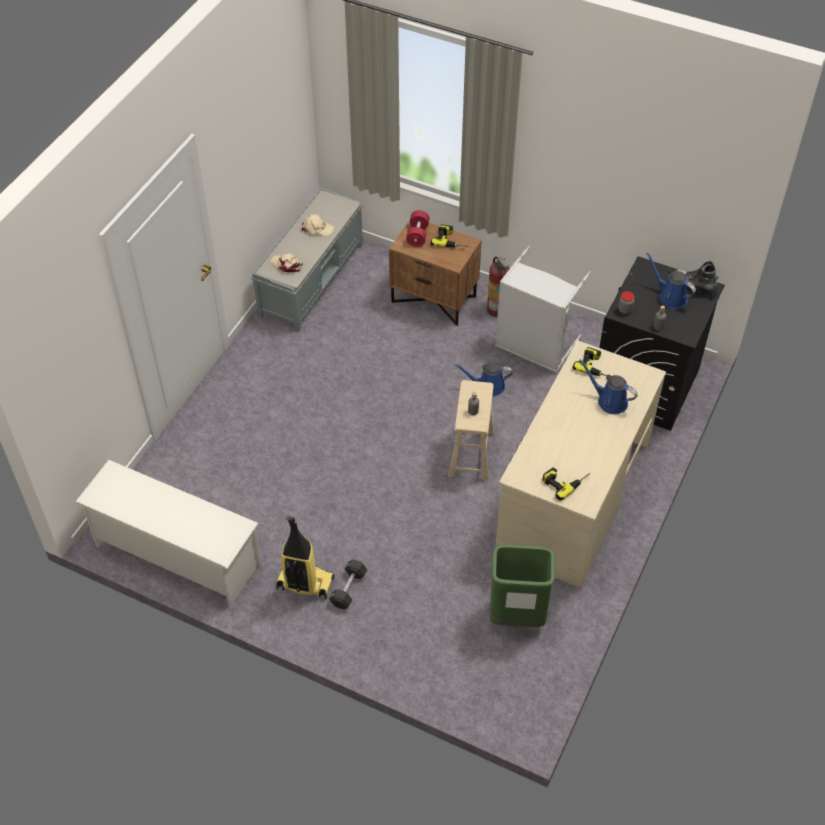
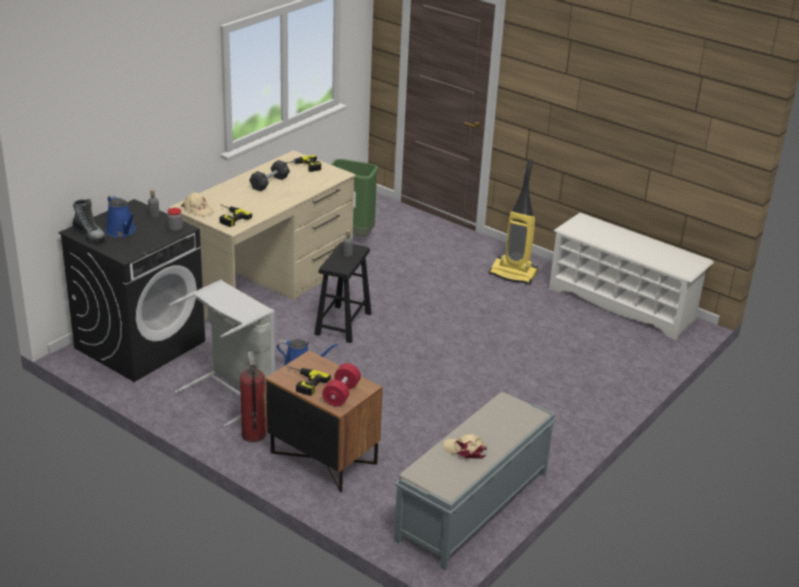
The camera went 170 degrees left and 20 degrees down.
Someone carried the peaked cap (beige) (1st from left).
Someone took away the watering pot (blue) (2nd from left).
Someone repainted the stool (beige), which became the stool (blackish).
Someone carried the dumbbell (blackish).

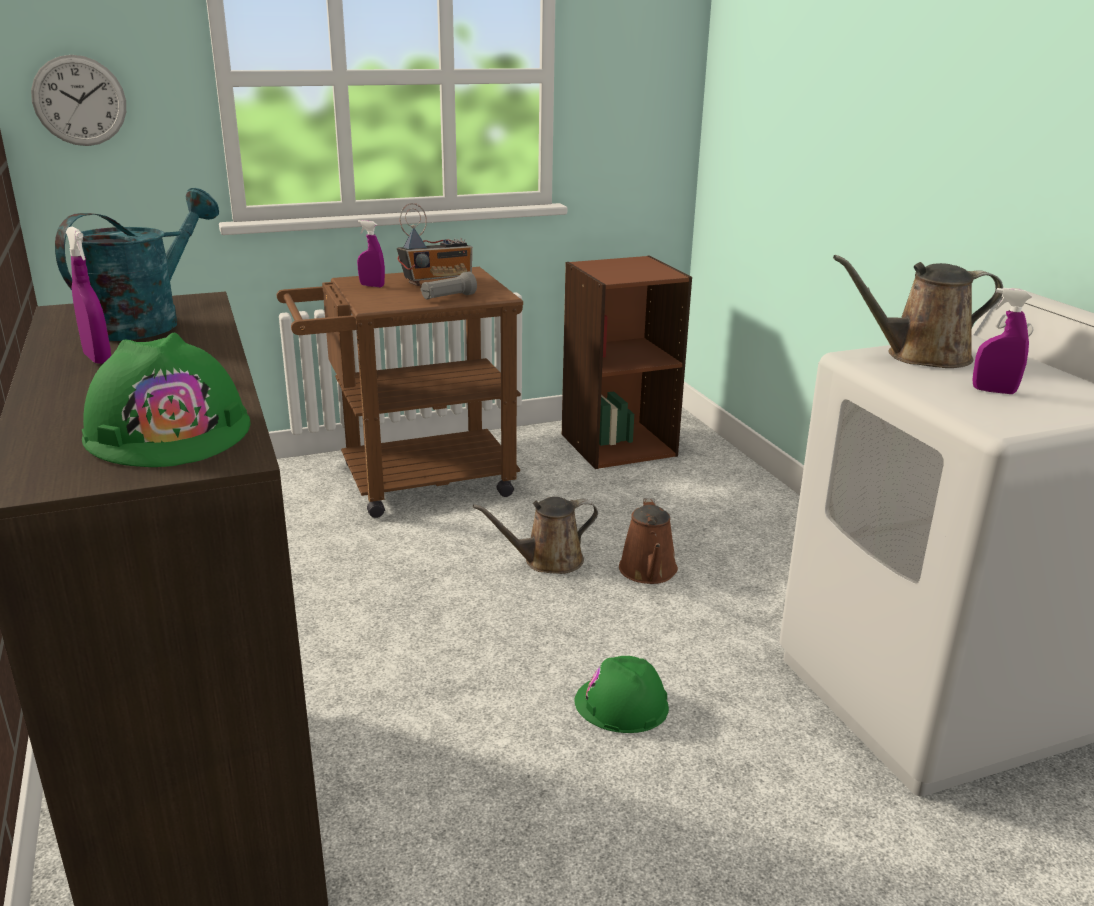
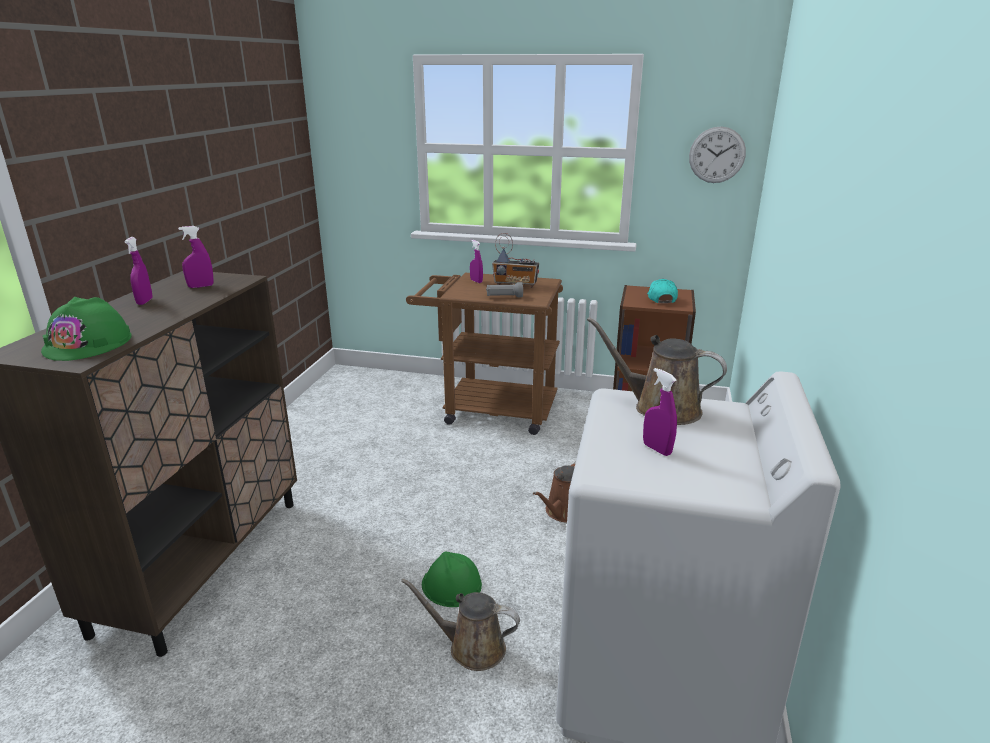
The camera went 35 degrees right and 0 degrees up.
Someone carried the clock on the wall.
Someone swapped the watering pot (turquoise-coloured) for the hand sprayer (purplish) (2nd from left).
Someone carried the watering pot (brown) (1st from left).
Someone put down the peaked cap (turquoise-coloured).

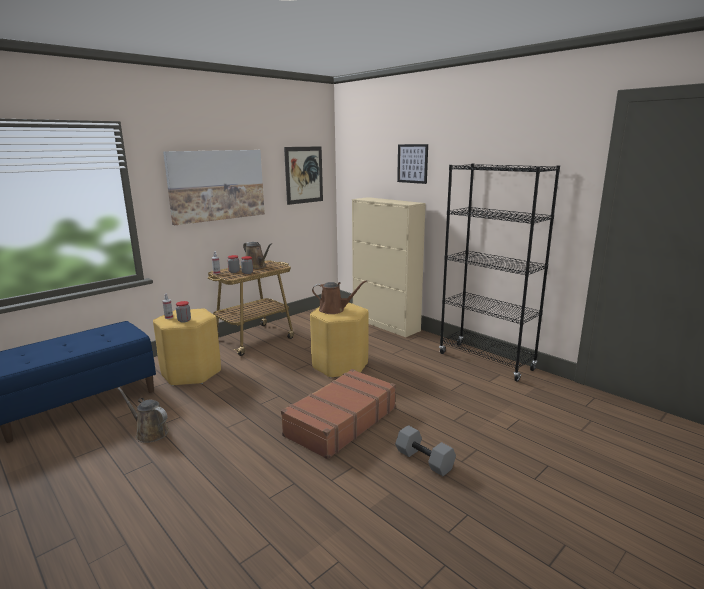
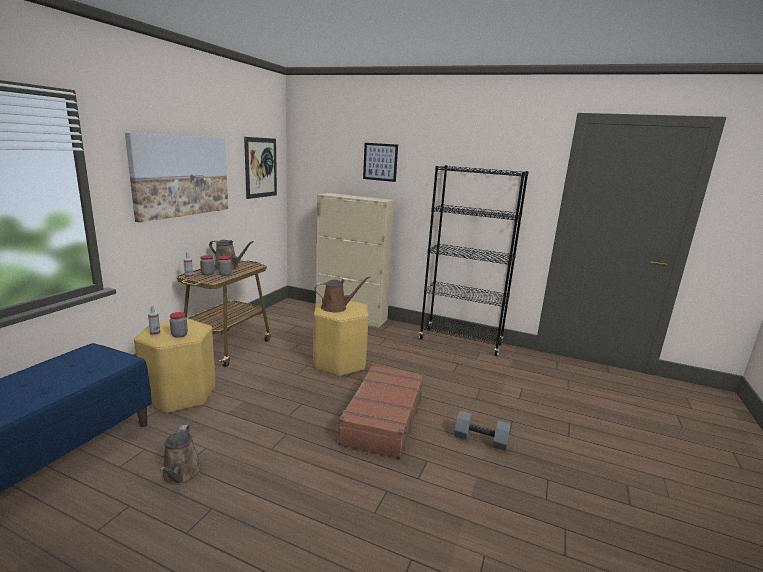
The camera went 25 degrees left and 0 degrees up.
Someone rotated the watering pot (brown) (1st from left) by 105 degrees counterclockwise.

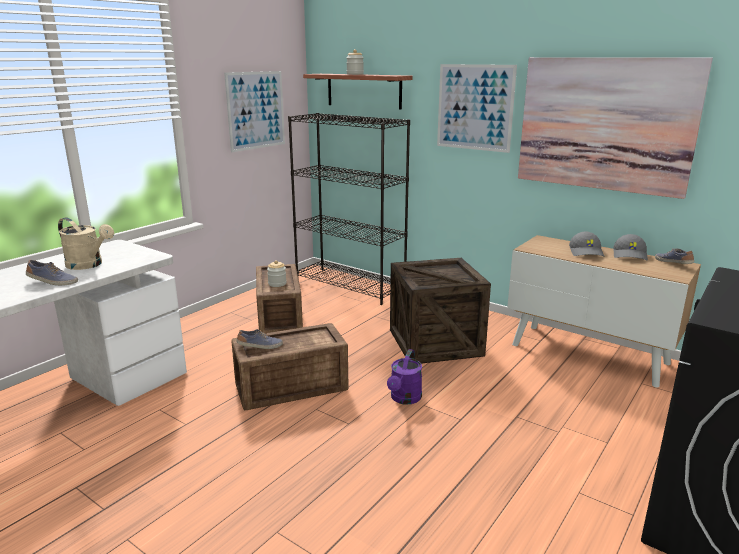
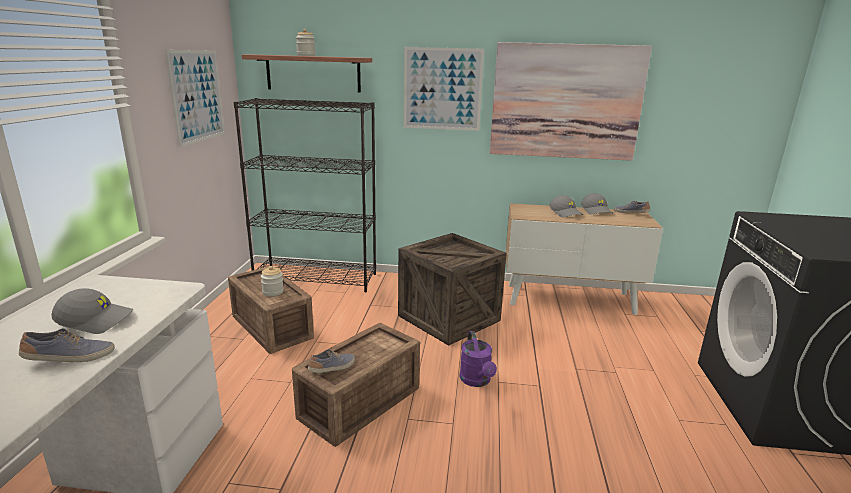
The camera went 30 degrees left and 0 degrees up.
Someone swapped the watering pot (beige) for the peaked cap (grey) (1st from left).

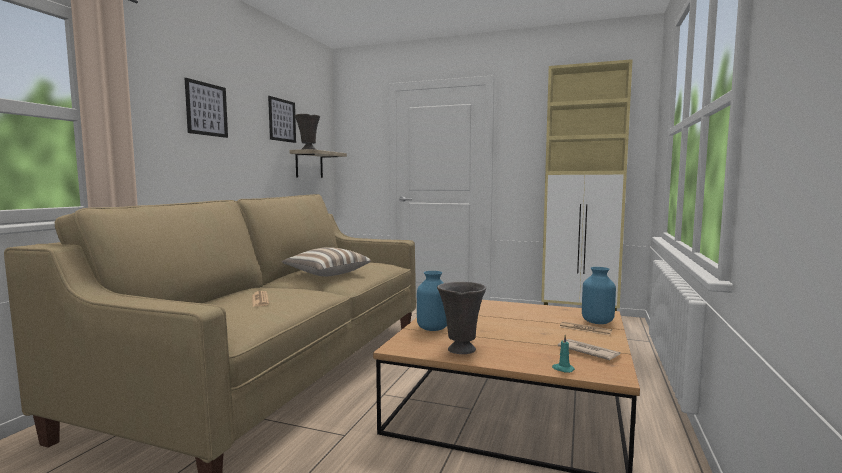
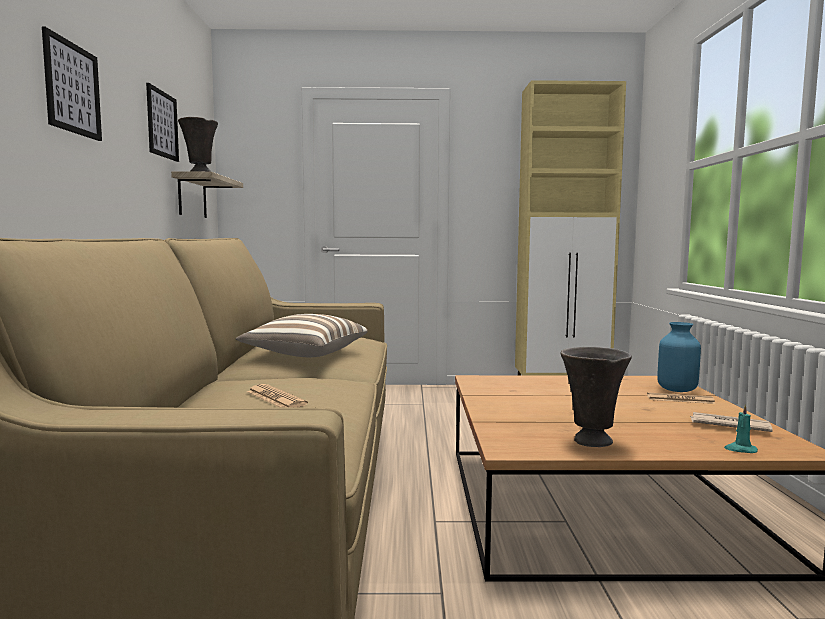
The camera went 20 degrees left and 0 degrees up.
Someone took away the vase (blue) (1st from left).

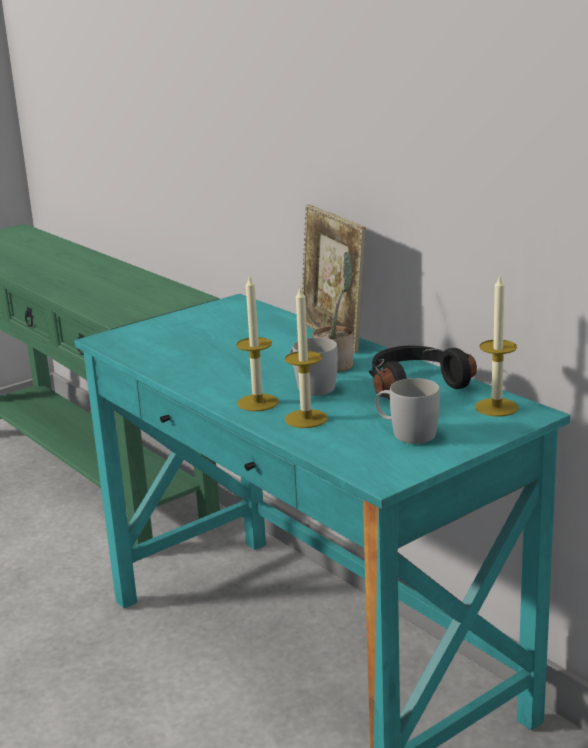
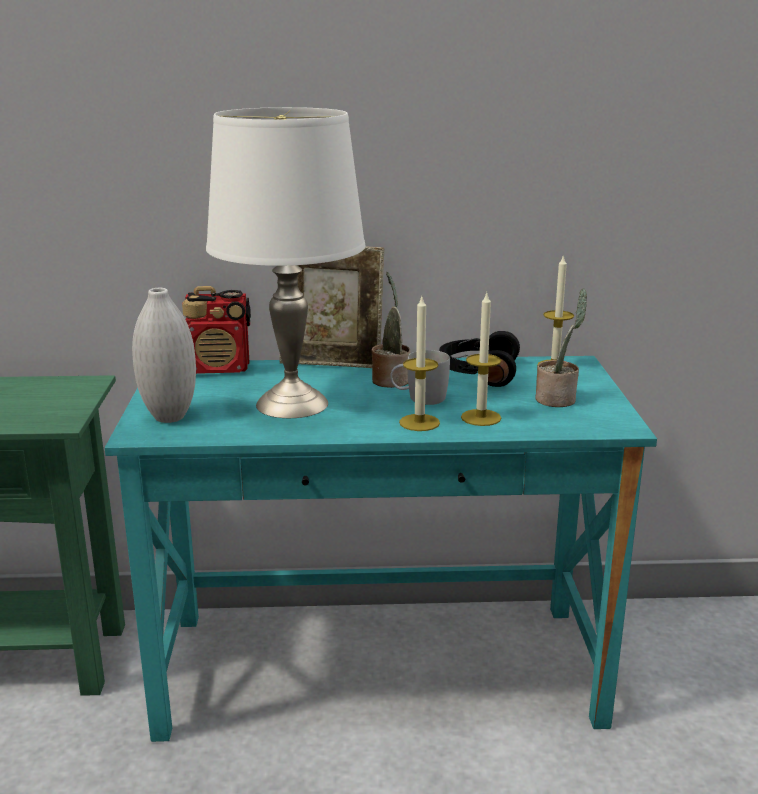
The camera went 55 degrees left and 0 degrees up.
Someone swapped the mug (white-coloured) (2nd from left) for the plant in a pot (2nd from left).
Someone put down the table lamp (white-coloured).
Someone put down the radio.
Someone put down the vase (white-coloured).

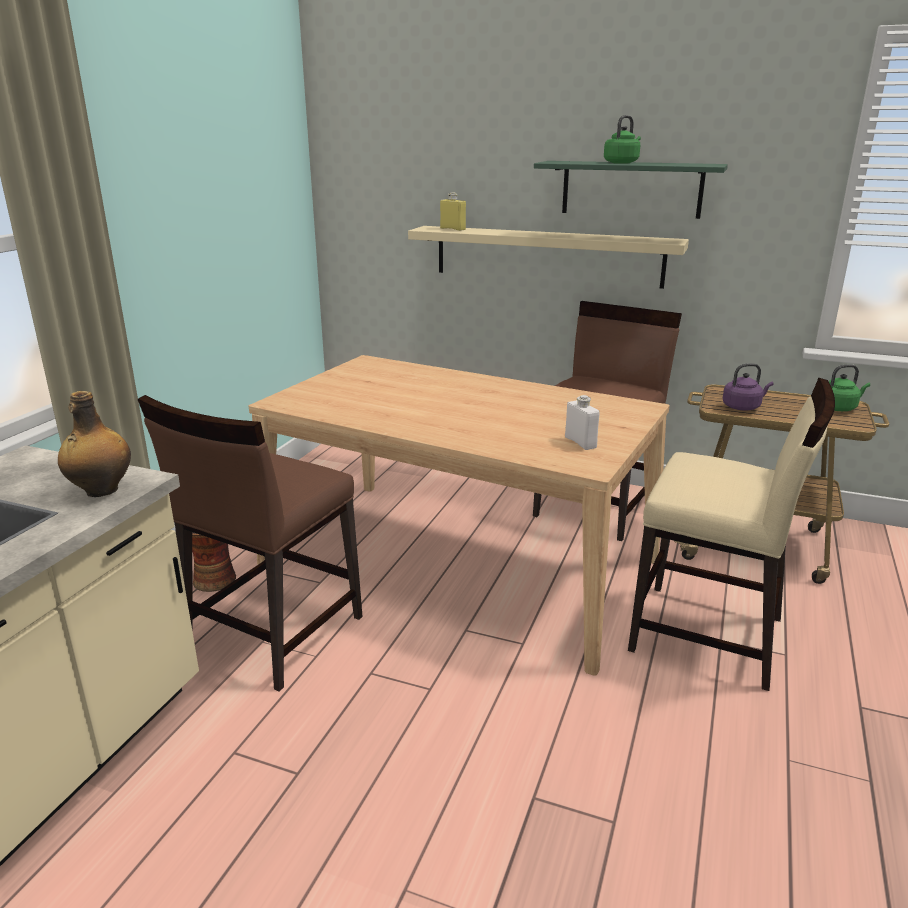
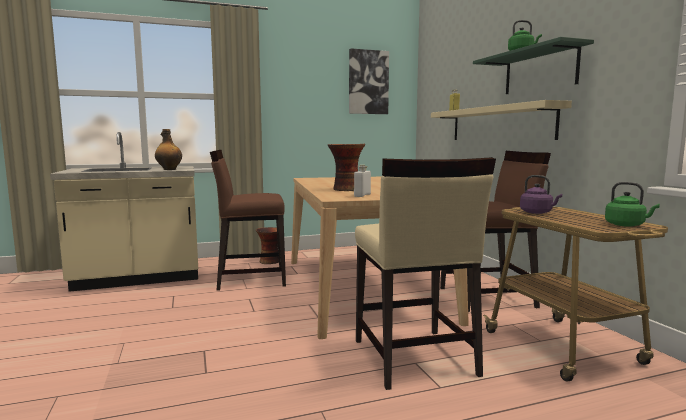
The camera went 50 degrees right and 15 degrees down.
Someone put up the wall art.
Someone put down the vase (2nd from left).

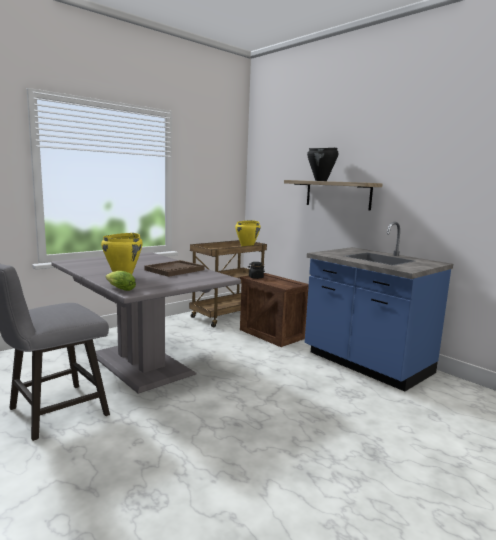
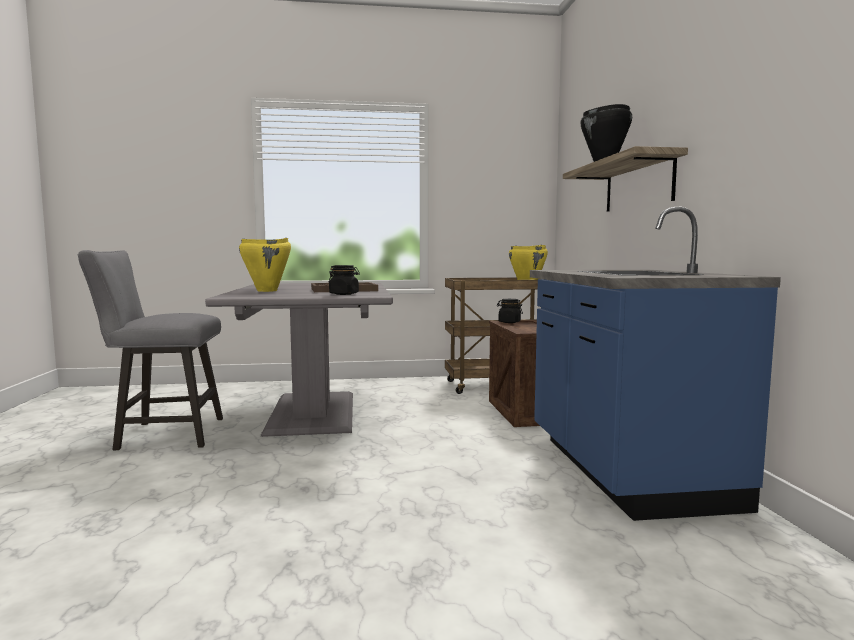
The camera went 35 degrees right and 5 degrees down.
Someone took away the lettuce head.
Someone put down the storage jar (blackish) (1st from left).

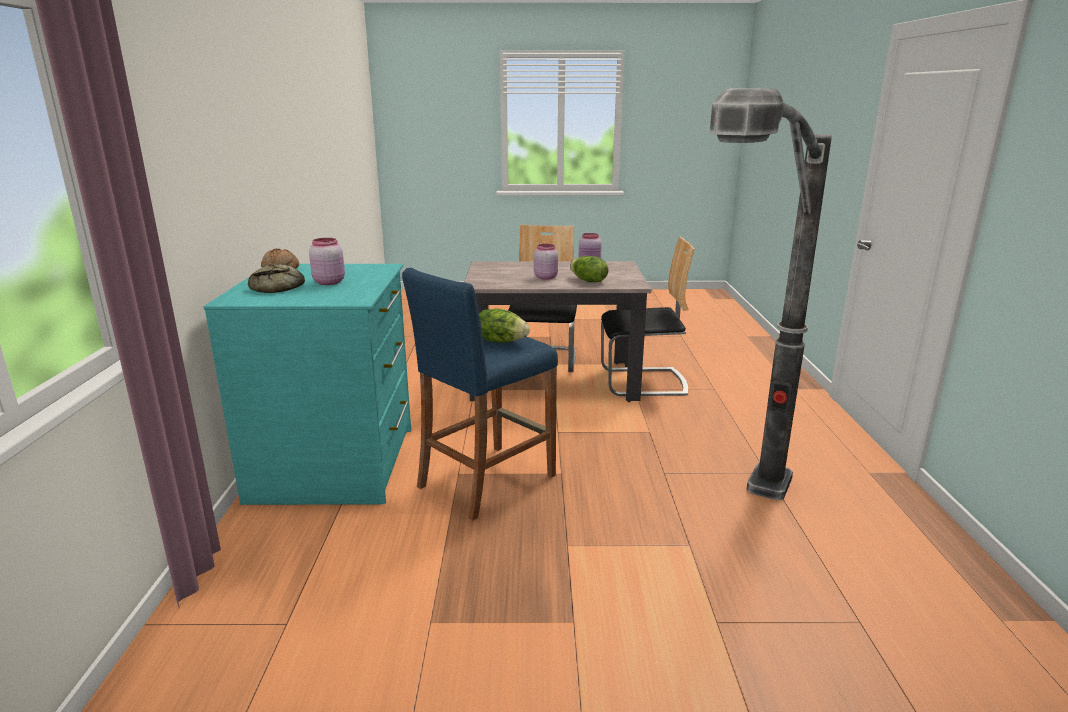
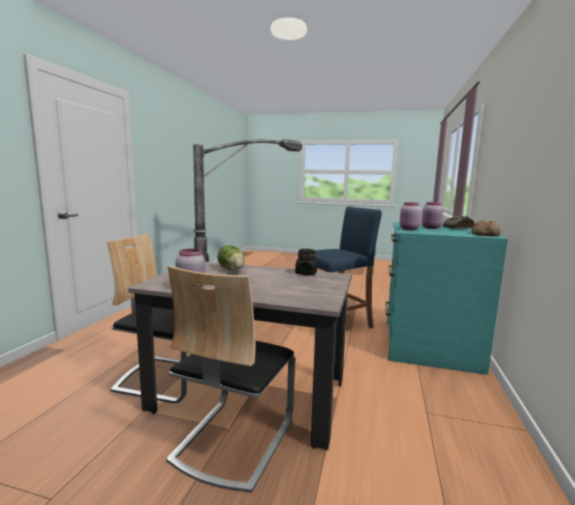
The camera went 165 degrees left and 10 degrees down.
Someone carried the storage jar (pink) (2nd from left).
Someone took away the lettuce head (1st from left).
Someone put down the storage jar (blackish).

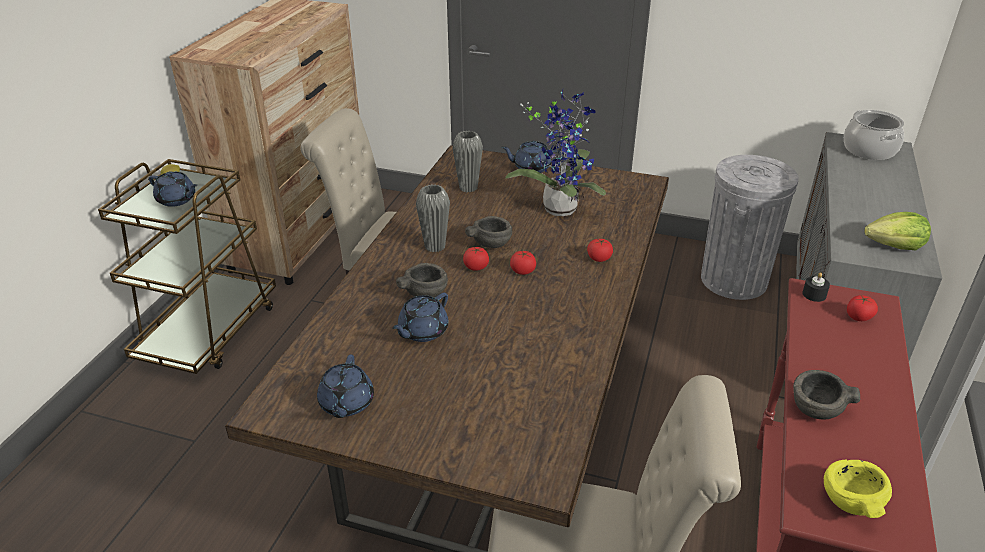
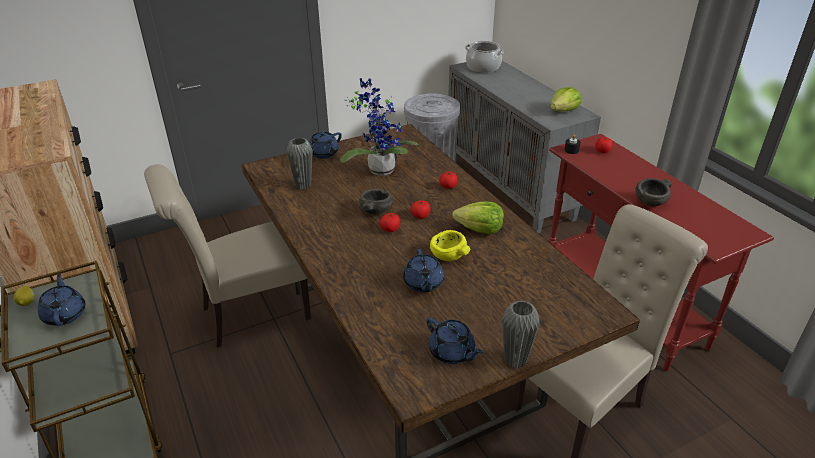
The camera went 45 degrees left and 0 degrees up.
Someone rotated the teapot (blue) (1st from left) by 90 degrees counterclockwise.
Someone carried the vase (grey) (1st from left in the first image).
Someone took away the deep dish (grey) (1st from left).
Someone carried the deep dish (yellow).
Someone put down the lettuce head (1st from left).

